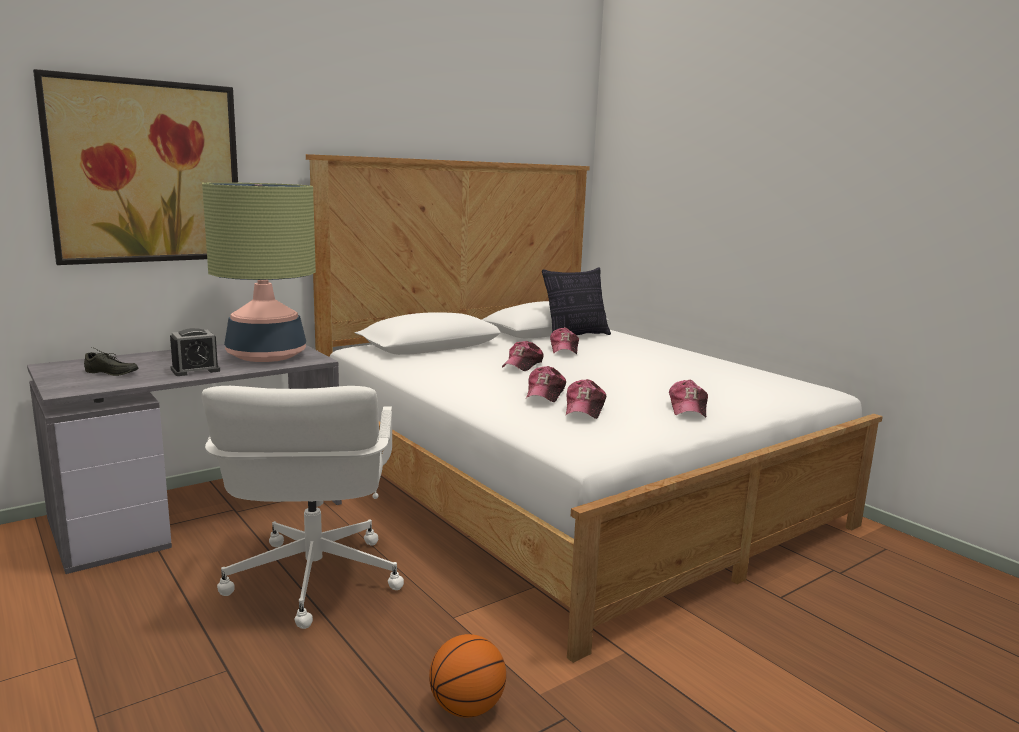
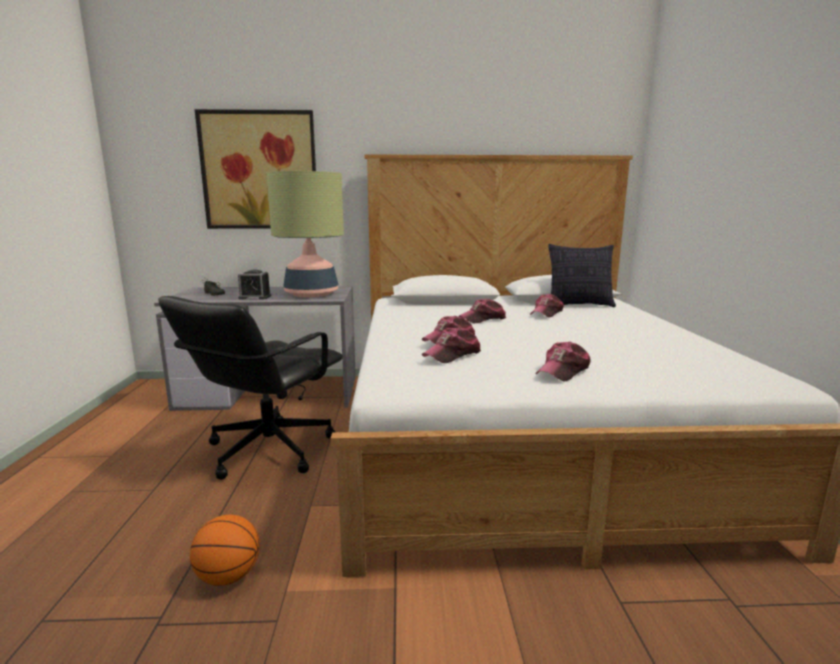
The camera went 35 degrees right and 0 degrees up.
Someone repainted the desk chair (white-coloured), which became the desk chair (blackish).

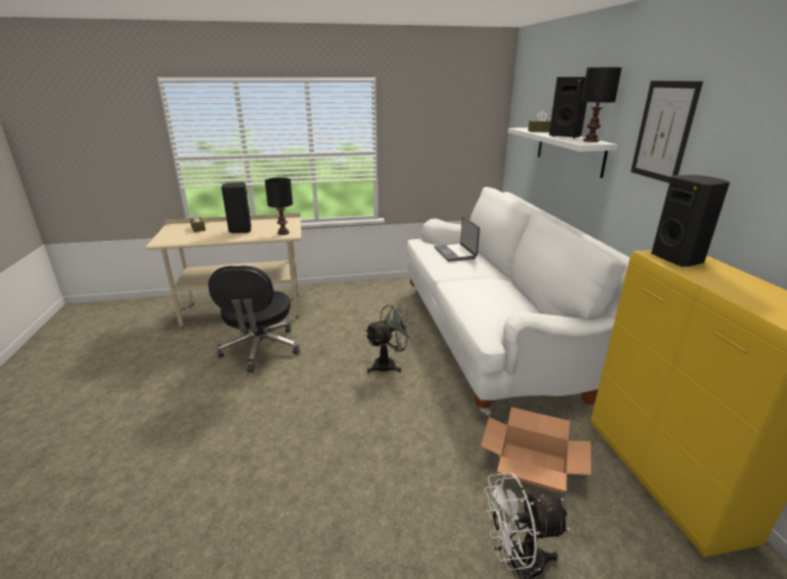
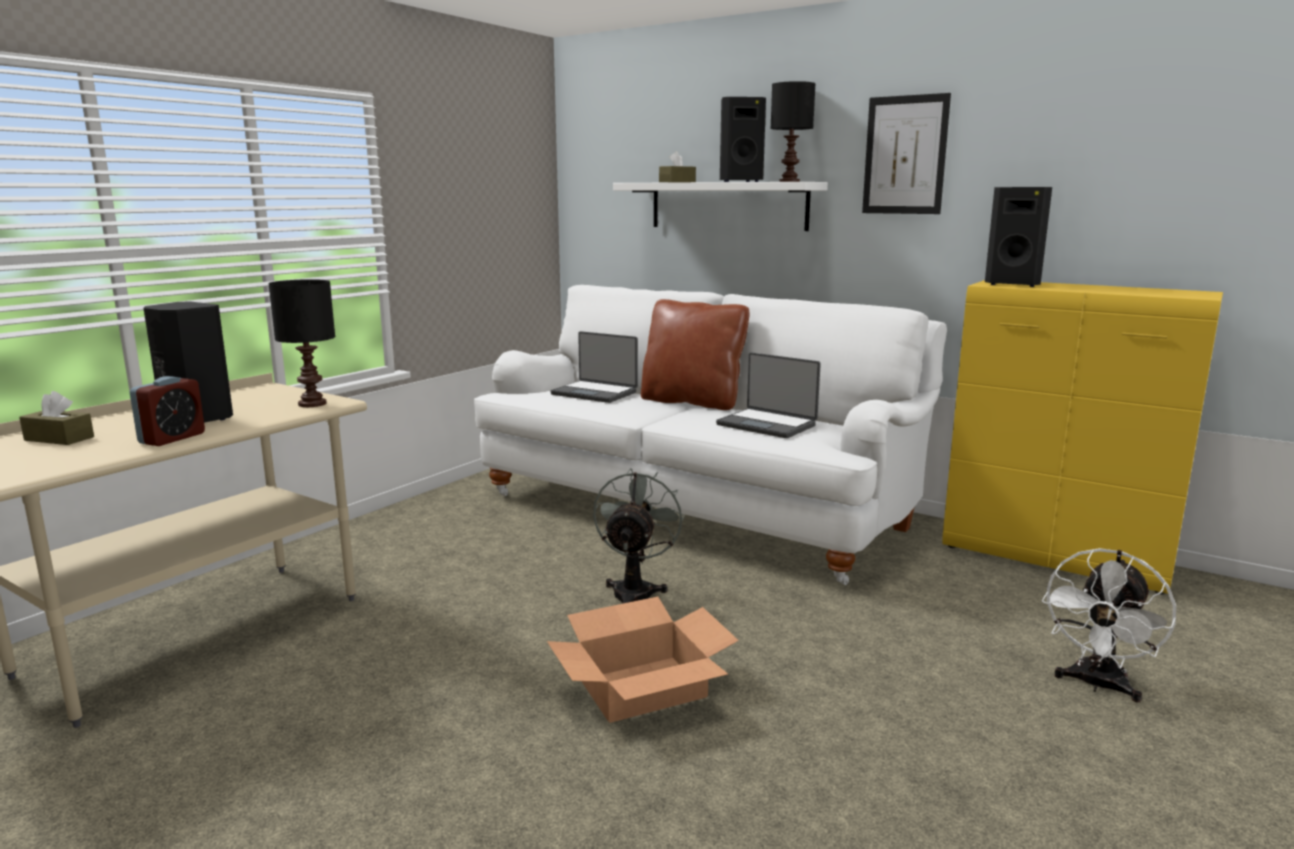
The camera went 45 degrees left and 10 degrees down.
Someone took away the desk chair (blackish).
Someone carried the packing box.
Someone put down the pillow (brown).
Someone put down the laptop (2nd from left).
Someone put down the table clock.

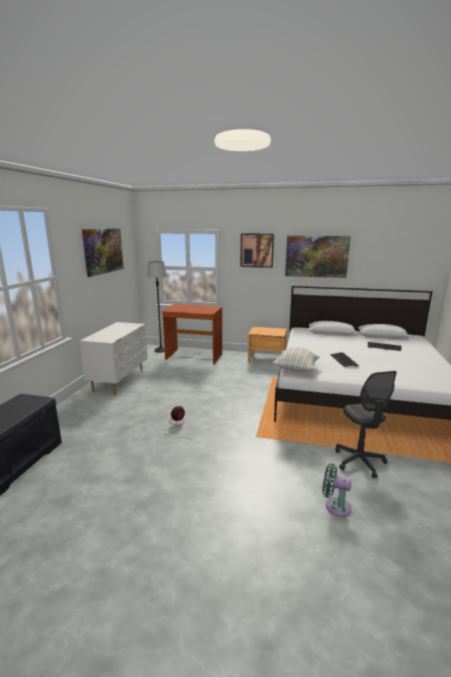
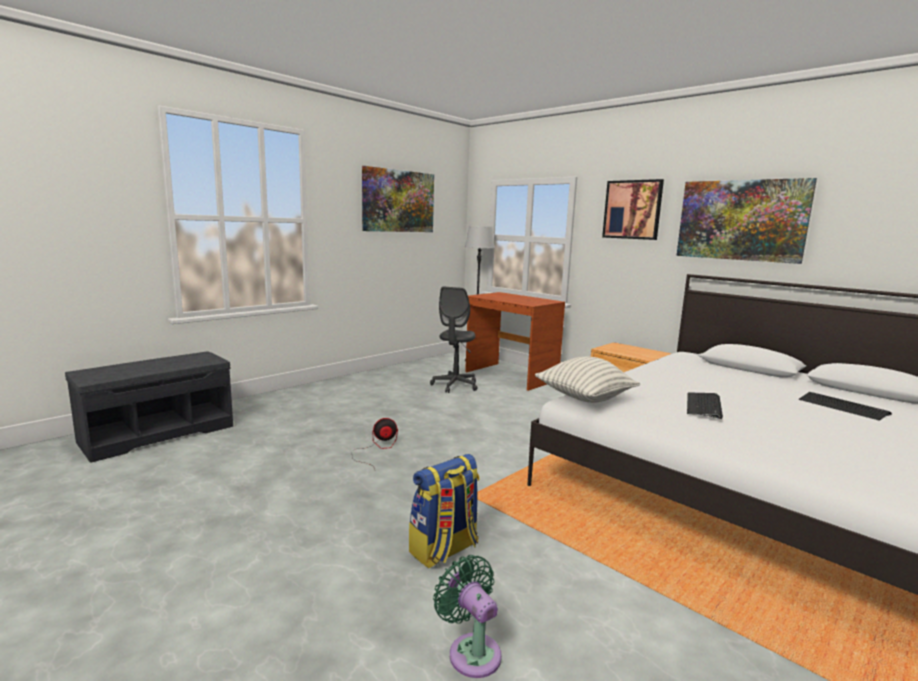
The camera went 30 degrees right and 5 degrees down.
Someone took away the chest of drawers (white-coloured).
Someone carried the desk chair (grey).
Someone put down the rucksack.

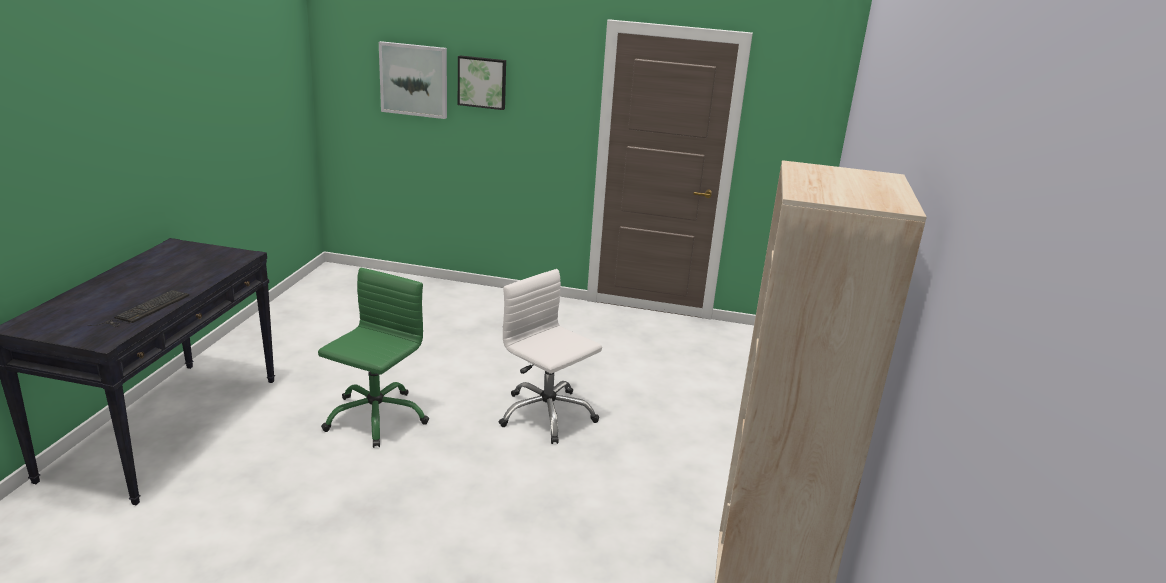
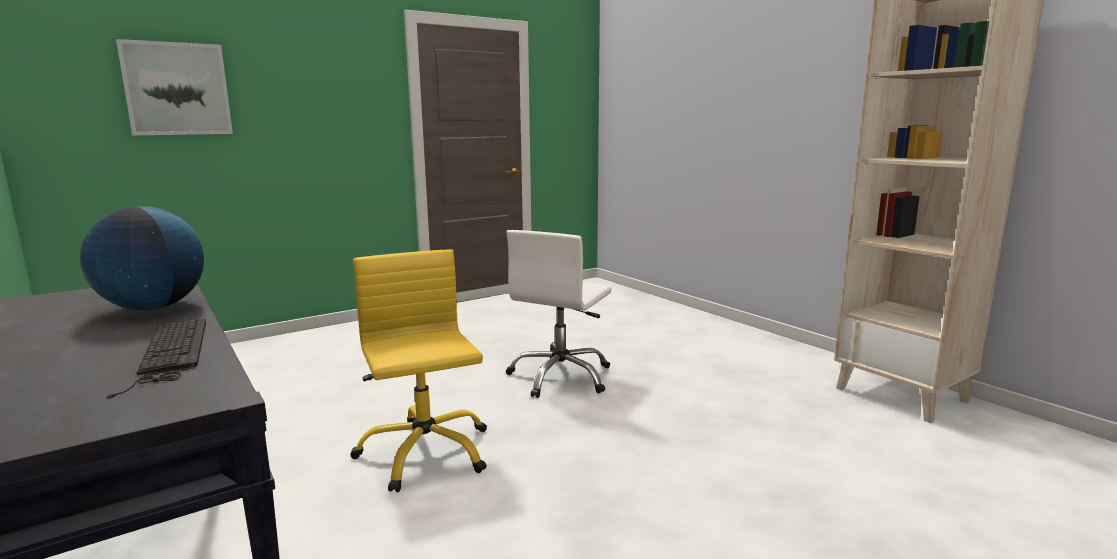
The camera went 45 degrees left and 10 degrees down.
Someone took away the wall art (2nd from left).
Someone repainted the desk chair (greenish), which became the desk chair (yellow).
Someone rotated the desk chair (white-coloured) by 60 degrees counterclockwise.
Someone put down the world globe.

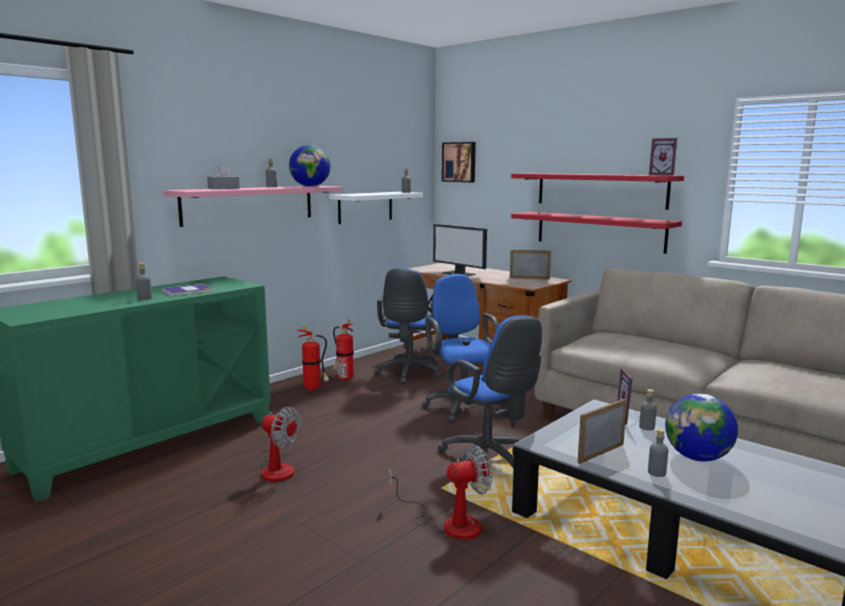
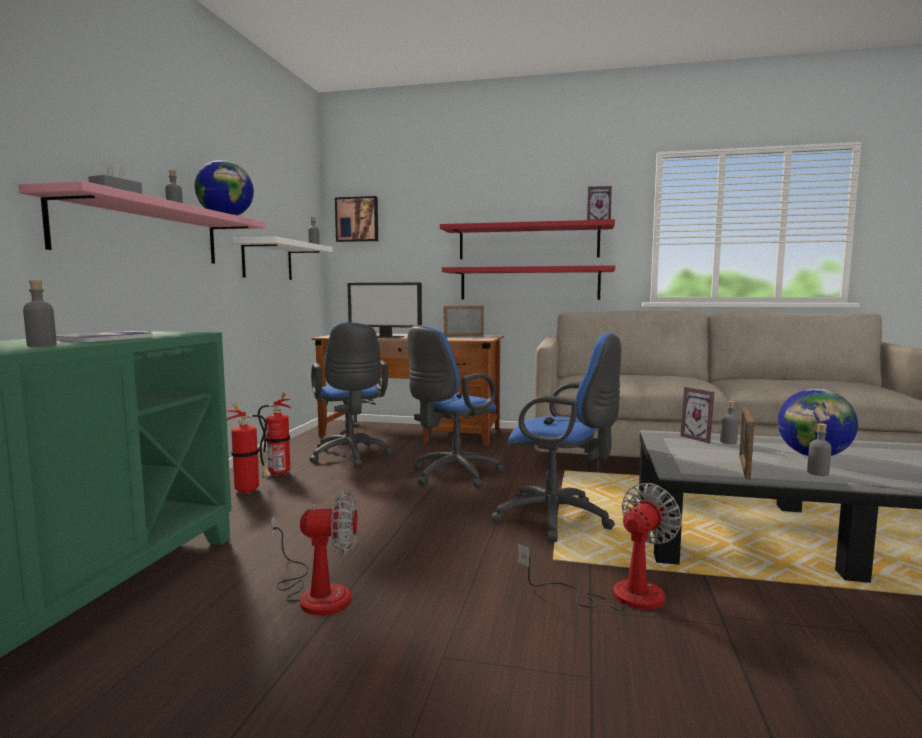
The camera went 30 degrees left and 5 degrees down.
Someone rotated the desk chair (blue) (2nd from left) by 90 degrees counterclockwise.

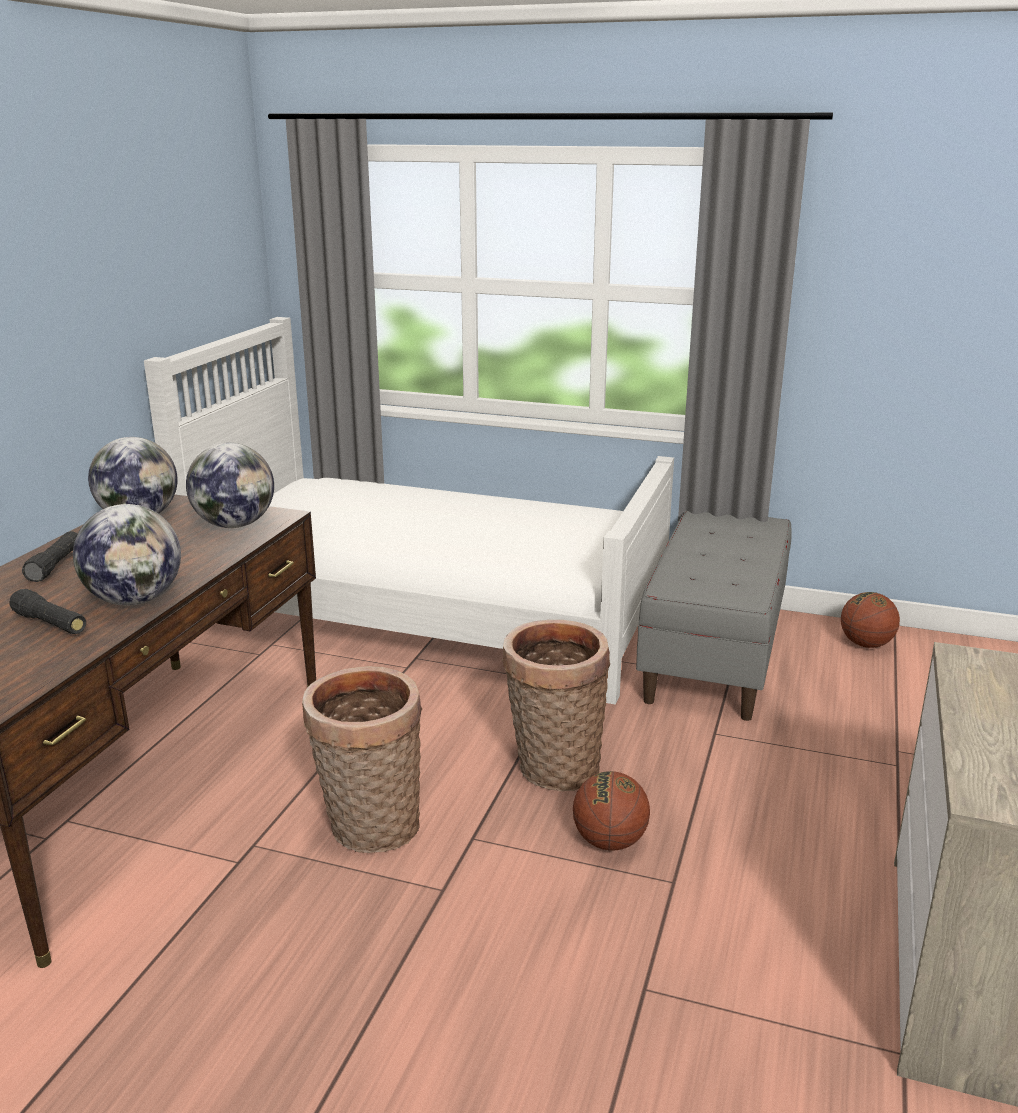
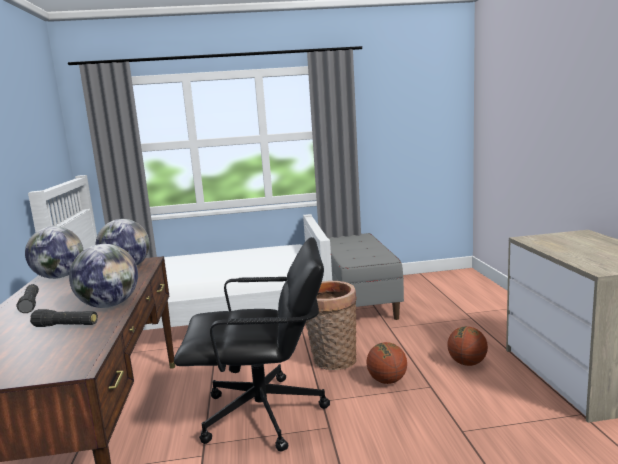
The camera went 25 degrees left and 10 degrees down.
Someone carried the basketball (2nd from left).
Someone swapped the household basket (1st from left) for the desk chair (blackish).

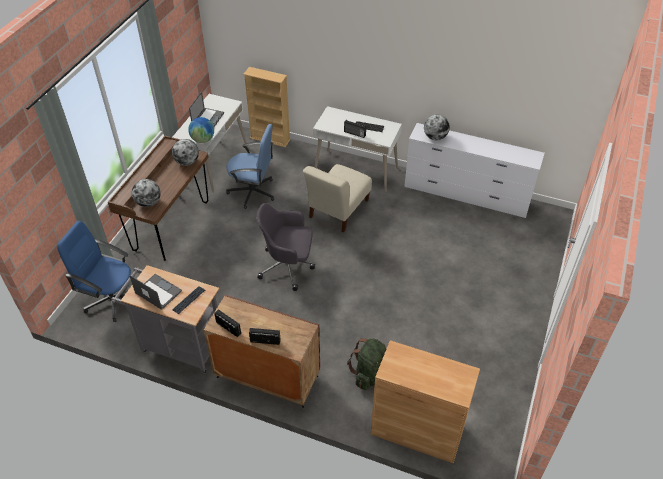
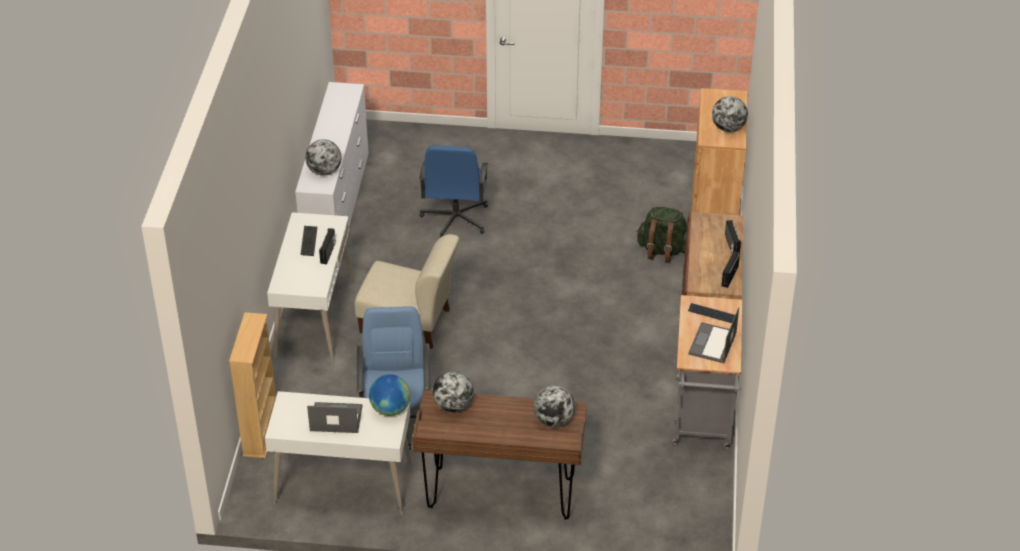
The camera went 105 degrees left and 5 degrees down.
Someone took away the desk chair (grey).
Someone carried the desk chair (blue) (1st from left in the first image).
Someone put down the world globe (5th from left).

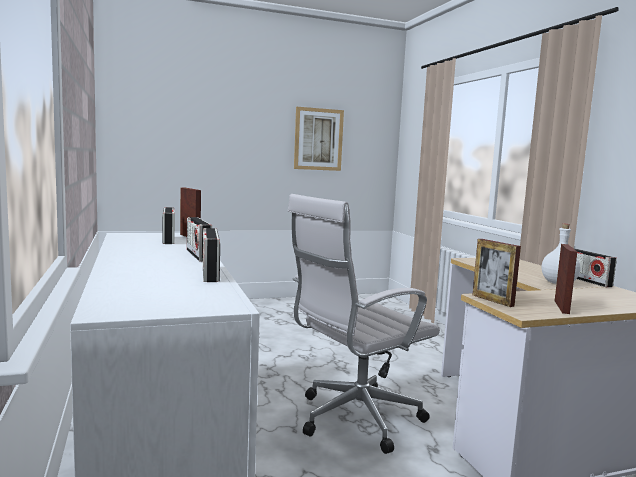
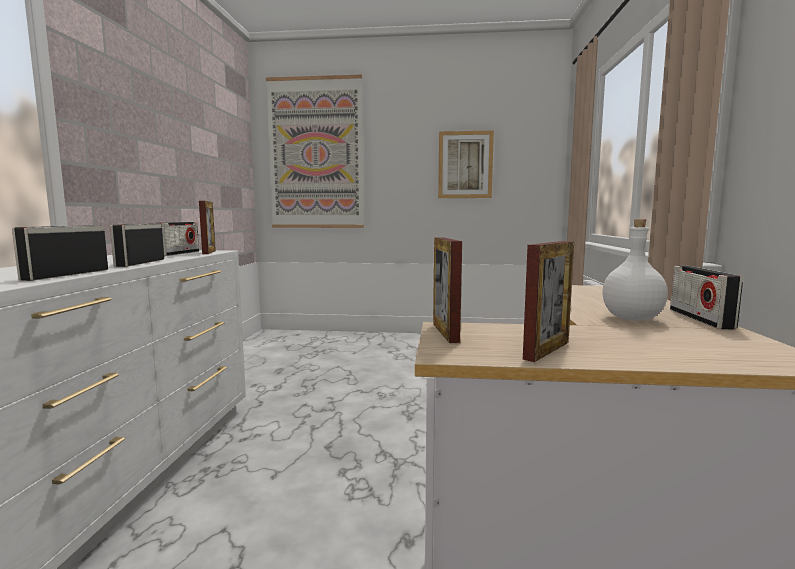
The camera went 25 degrees right and 0 degrees up.
Someone took away the desk chair (white-coloured).
Someone put up the wall art (1st from left).

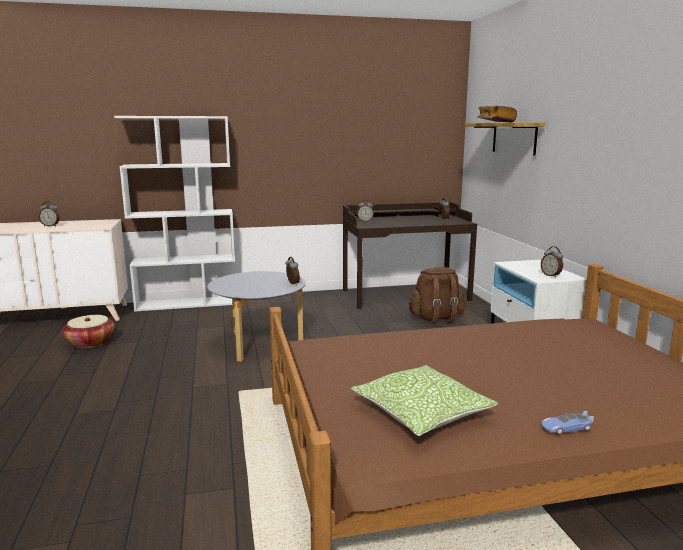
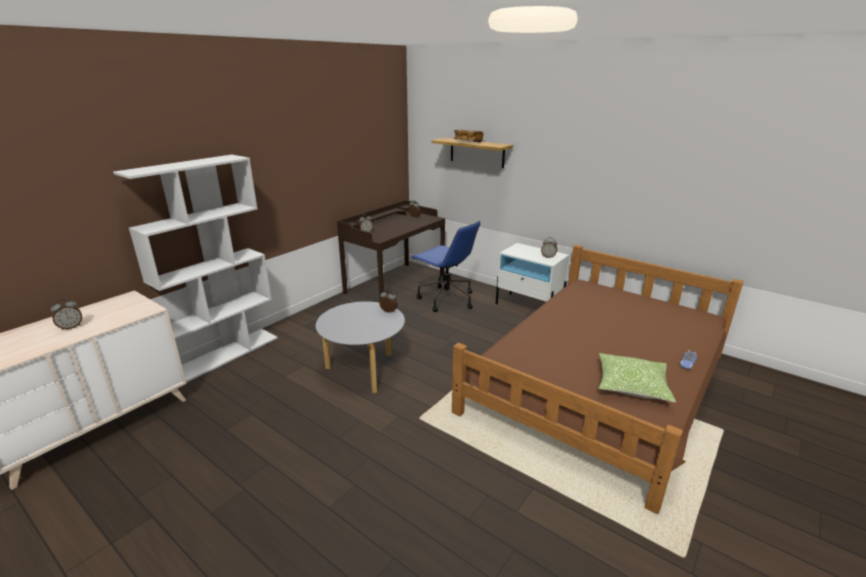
The camera went 40 degrees left and 10 degrees up.
Someone swapped the rucksack (brown) for the desk chair (blue).
Someone took away the household basket.

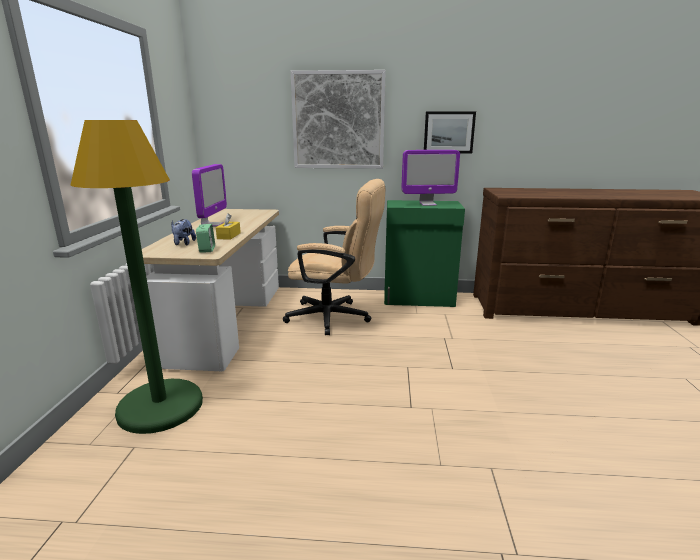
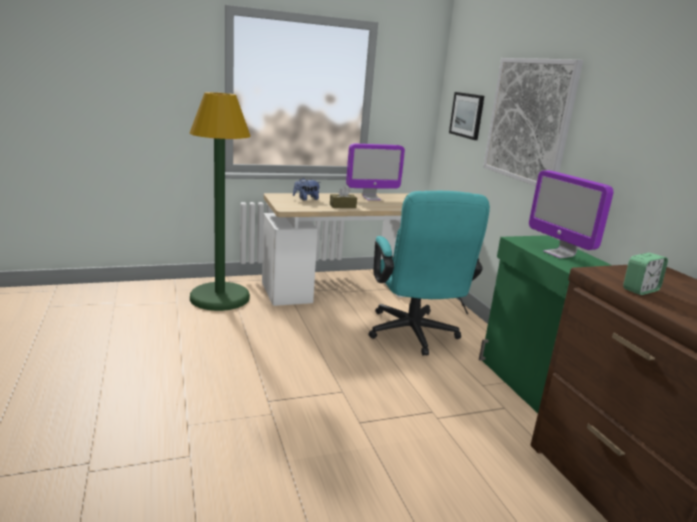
The camera went 65 degrees right and 0 degrees up.
Someone carried the wall art (2nd from left in the first image).
Someone repainted the desk chair (beige), which became the desk chair (turquoise-coloured).
Someone repainted the tissue holder (yellow), which became the tissue holder (brown).
Someone carried the table clock.

